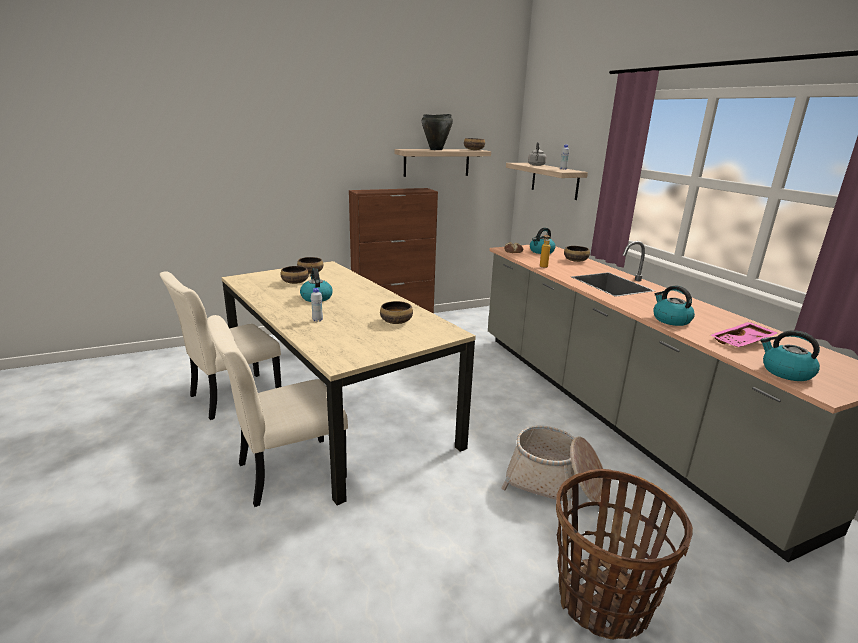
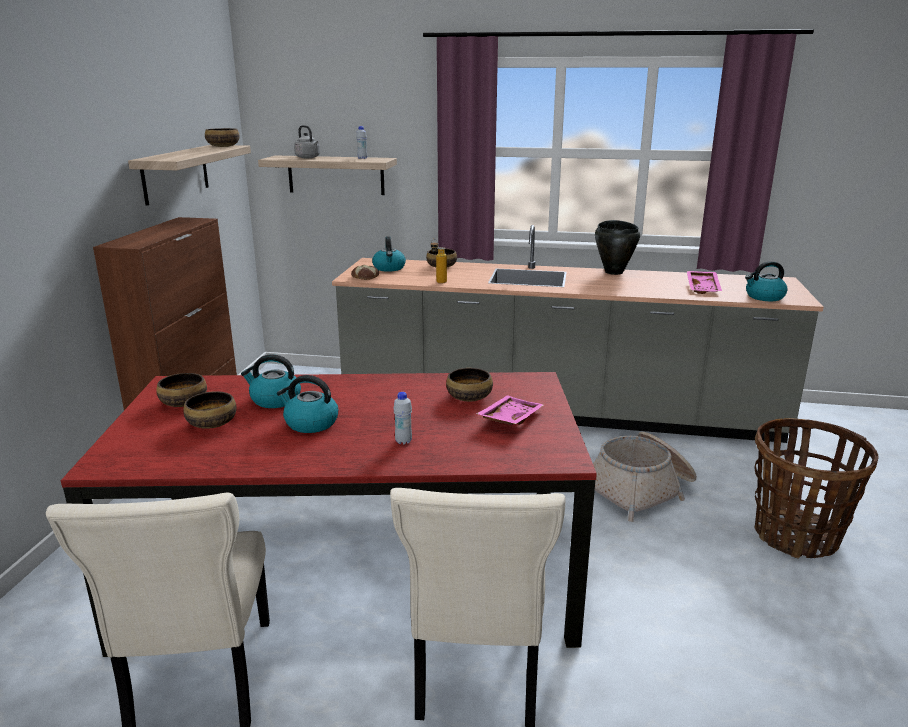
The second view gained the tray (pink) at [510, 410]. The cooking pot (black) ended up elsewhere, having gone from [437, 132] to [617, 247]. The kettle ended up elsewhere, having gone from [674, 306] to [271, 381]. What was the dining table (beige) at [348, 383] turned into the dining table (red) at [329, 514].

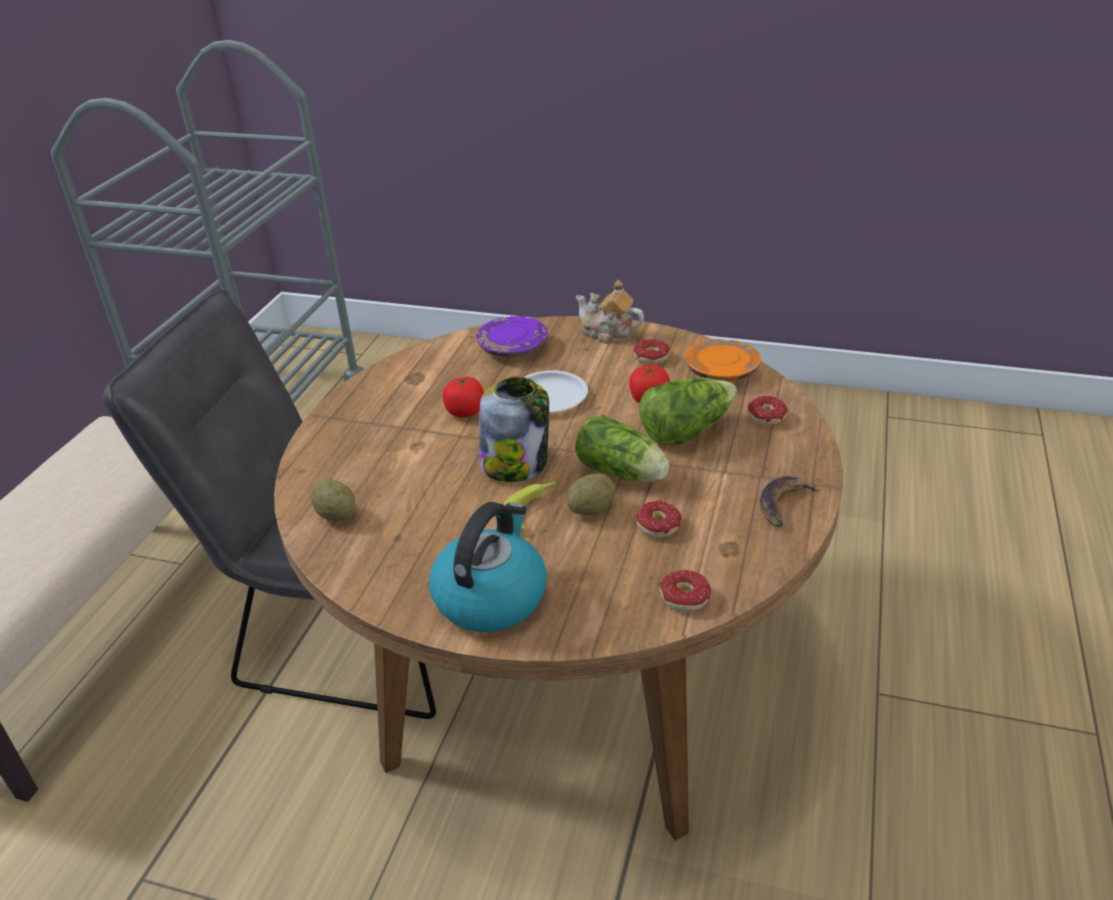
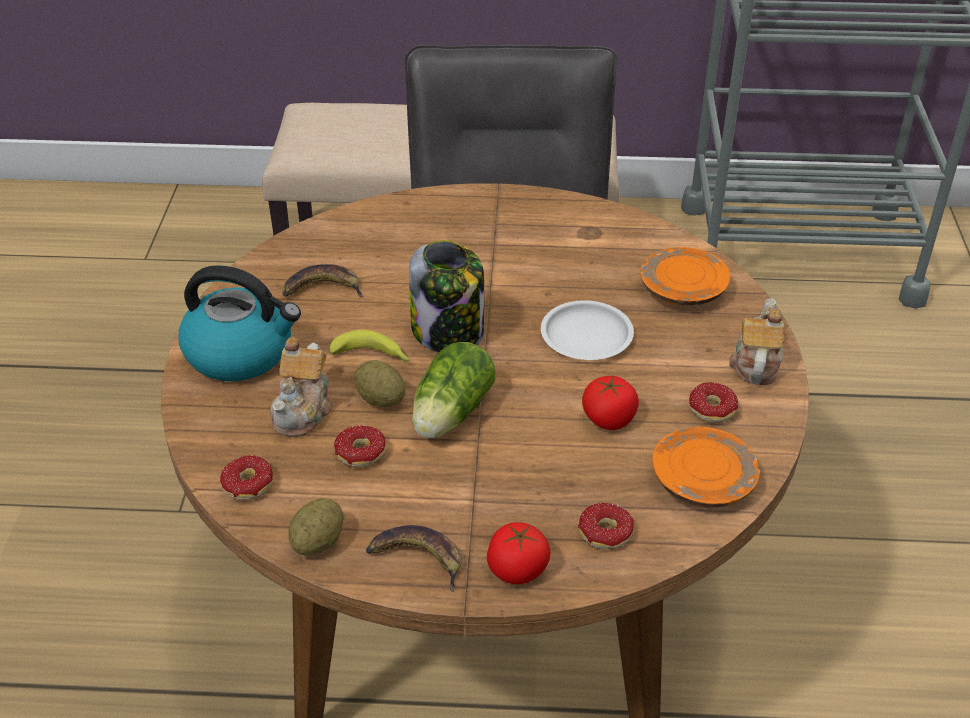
The second view lost the lettuce at [688, 412]. The second view gained the teapot at [301, 387]. The second view gained the banana at [323, 281]. The potato ended up elsewhere, having gone from [333, 500] to [315, 526]. The tomato ended up elsewhere, having gone from [463, 397] to [519, 553]. What was the plate (purple) at [512, 337] turned into the plate (orange) at [685, 276].

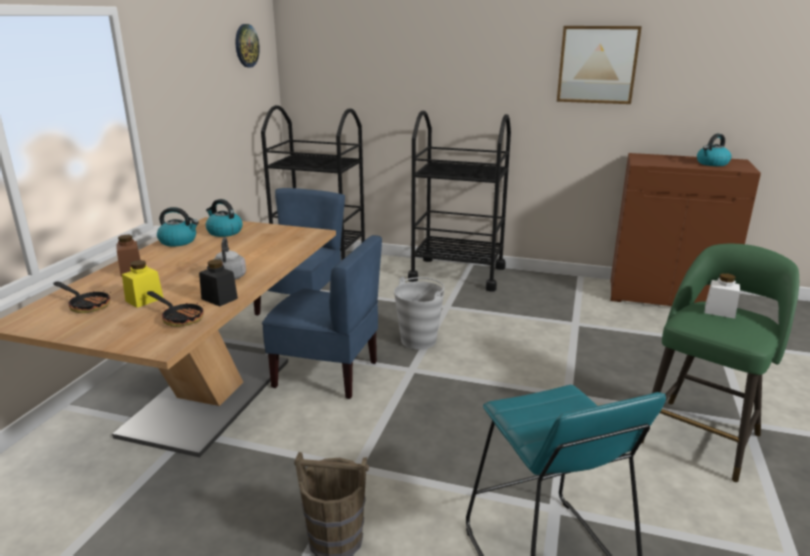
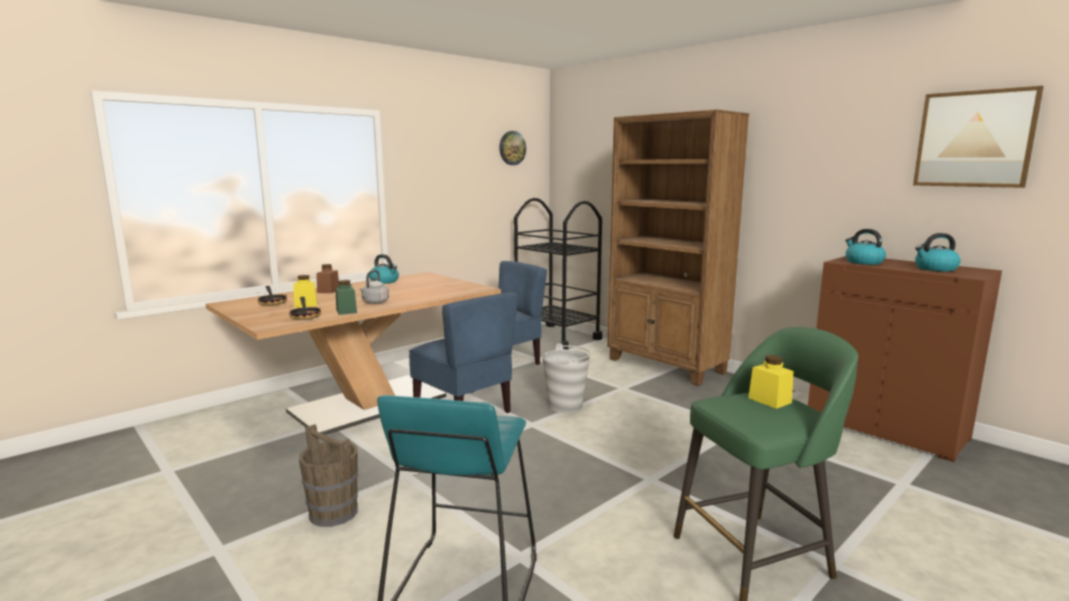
The kettle ended up elsewhere, having gone from [224, 218] to [865, 247]. The picture ended up elsewhere, having gone from [599, 65] to [978, 137]. Where the cart (black) stood at [459, 201], the bookcase (brown) came to stand at [678, 247]. What was the jar (black) at [218, 282] turned into the jar (green) at [346, 297]. What was the jar (white) at [722, 296] turned into the jar (yellow) at [770, 382].

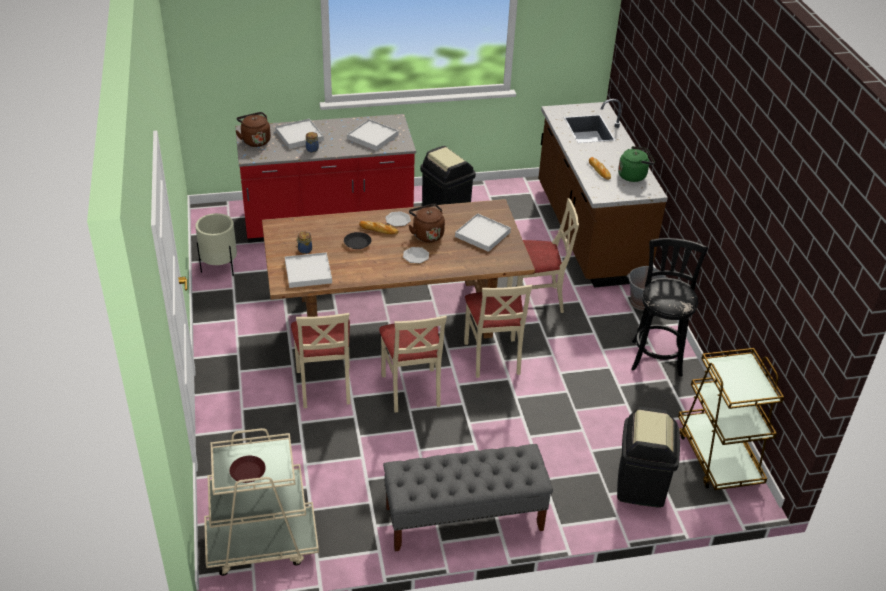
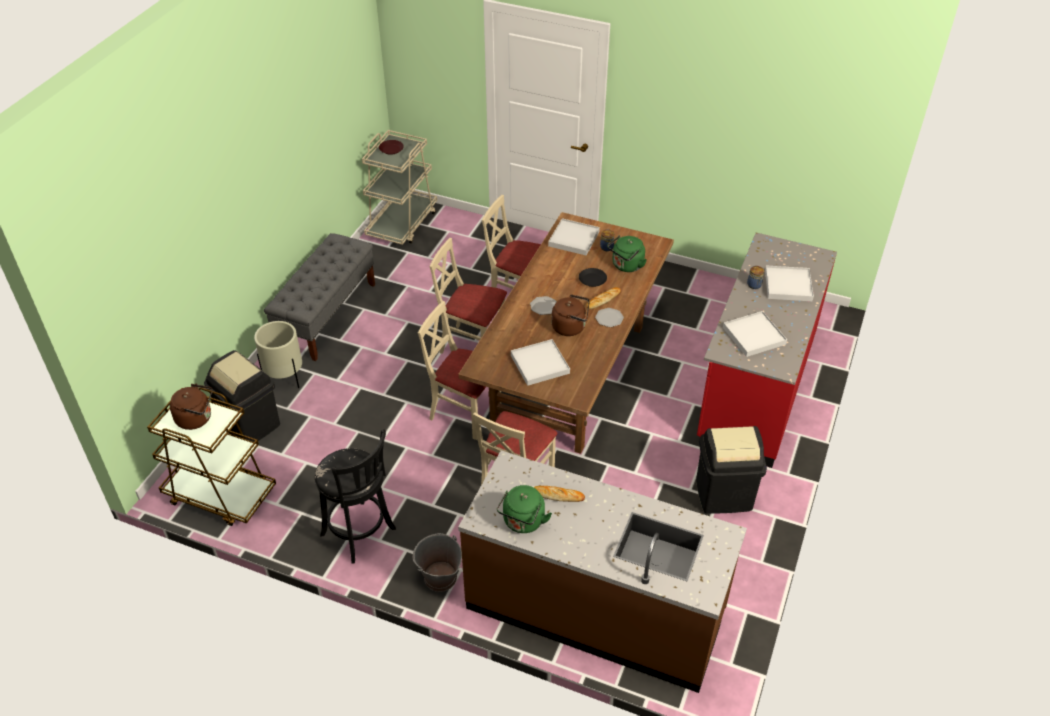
The second view gained the kettle (green) at [627, 253]. The planter (beige) ended up elsewhere, having gone from [216, 244] to [278, 354]. The kettle (brown) ended up elsewhere, having gone from [253, 129] to [191, 407].

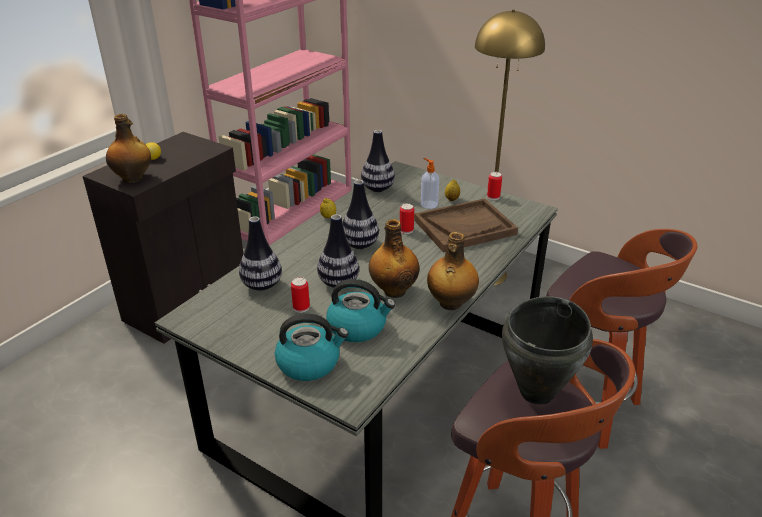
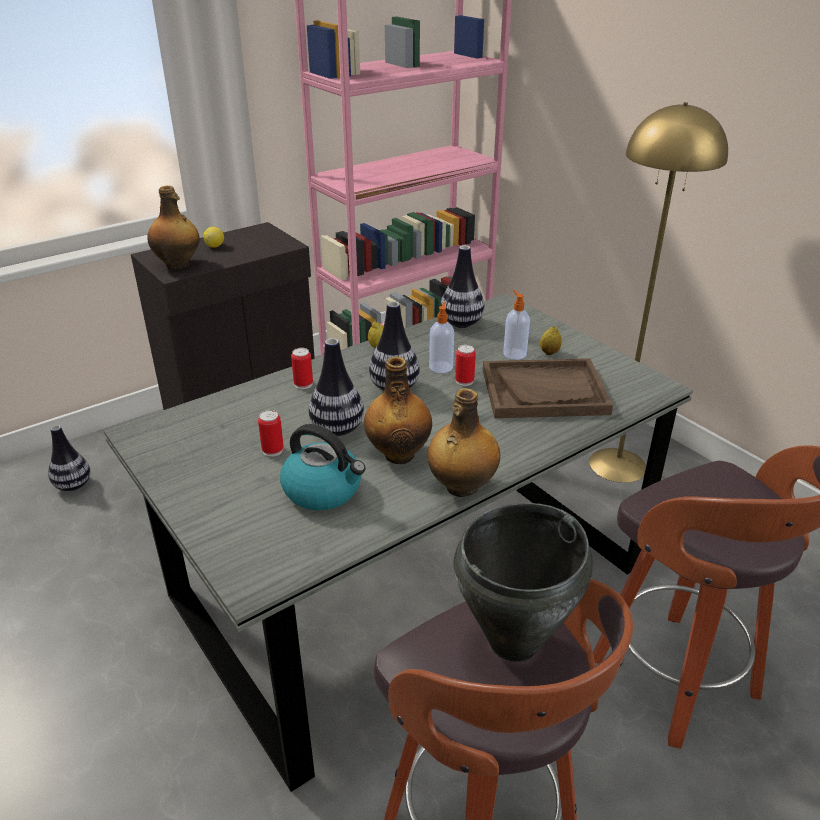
The second view lost the kettle at [312, 347]. The second view gained the soap dispenser at [441, 337]. The vase ended up elsewhere, having gone from [260, 253] to [69, 458]. The can ended up elsewhere, having gone from [494, 186] to [302, 368].

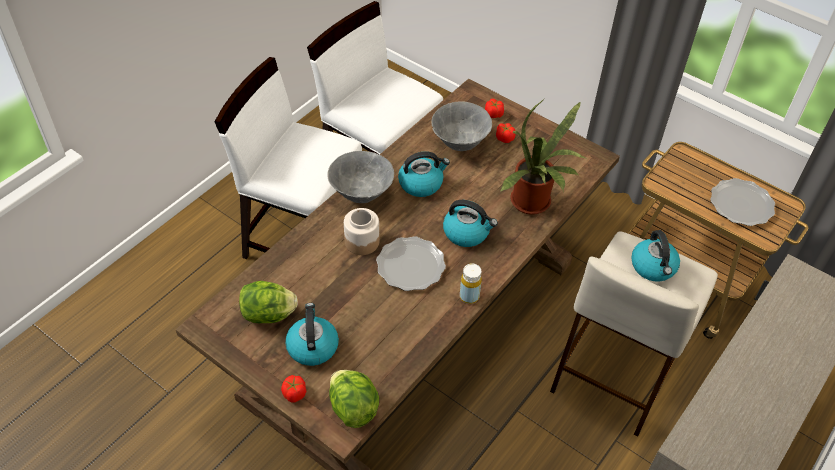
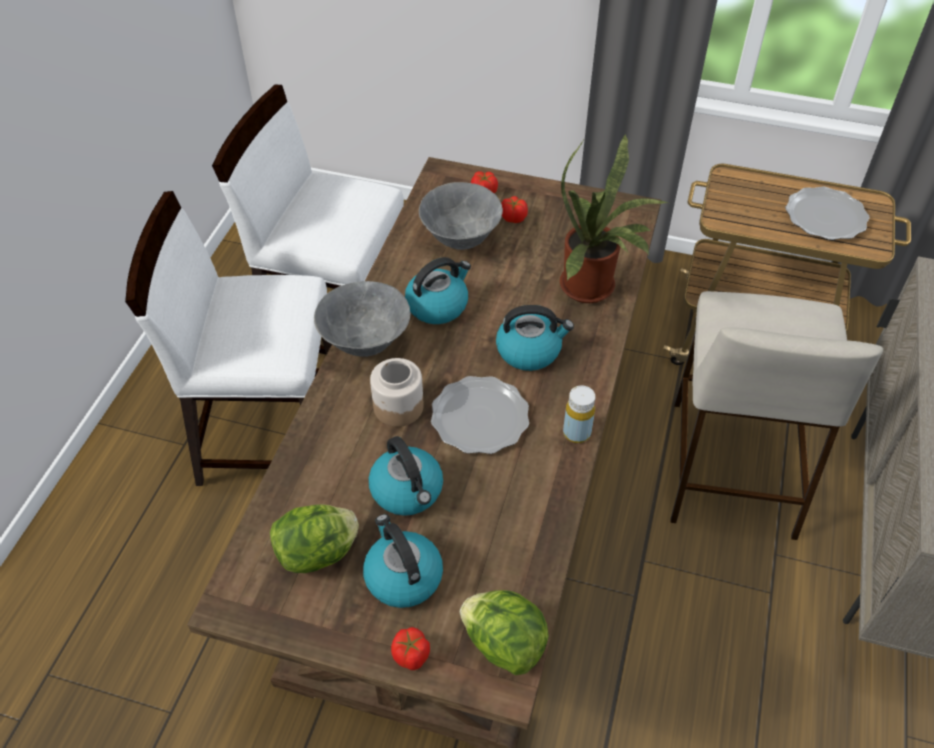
The kettle ended up elsewhere, having gone from [655, 255] to [406, 476].

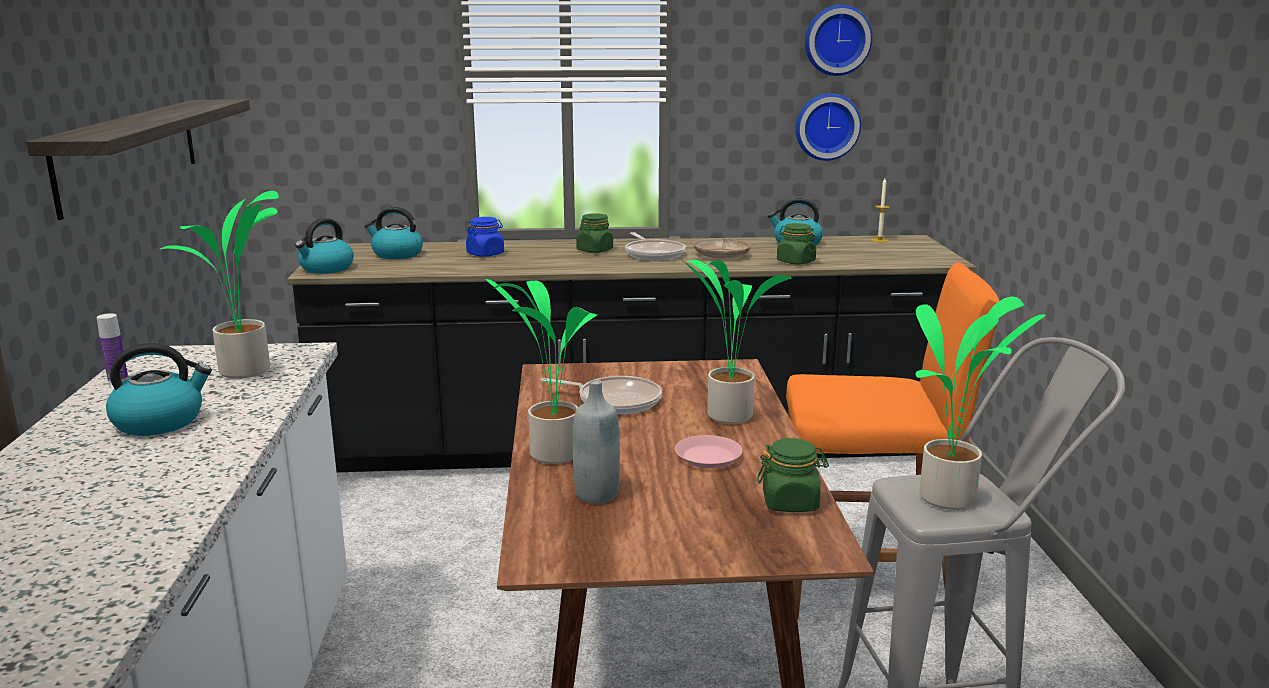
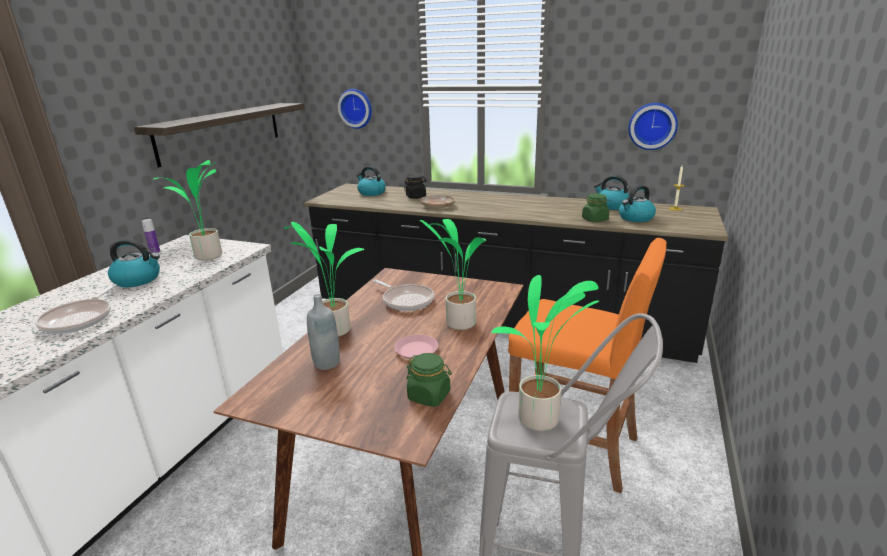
The second view lost the jar (green) at [594, 233]. The kettle ended up elsewhere, having gone from [324, 246] to [637, 203]. The frying pan ended up elsewhere, having gone from [655, 246] to [76, 309]. The plate (beige) ended up elsewhere, having gone from [722, 248] to [437, 201]. The wall clock ended up elsewhere, having gone from [838, 40] to [355, 109]. What was the jar (blue) at [485, 237] turned into the jar (black) at [415, 187].

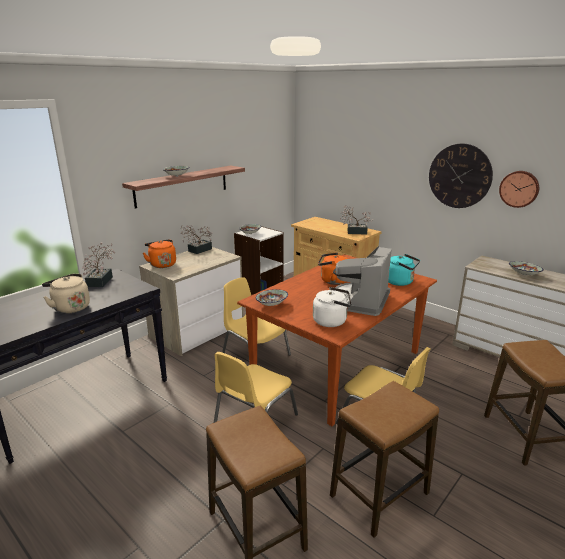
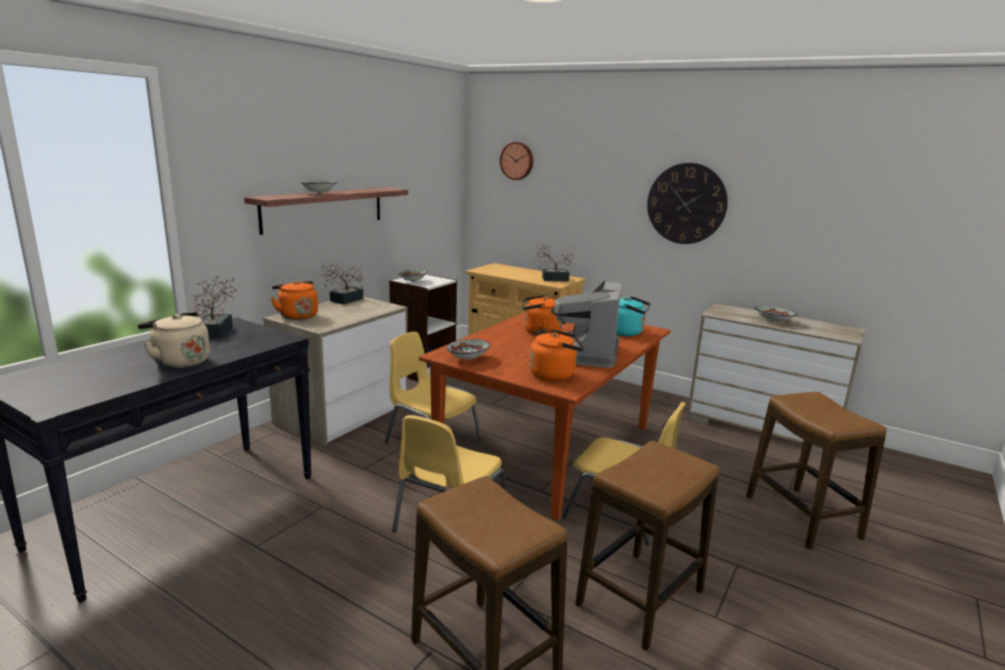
The wall clock ended up elsewhere, having gone from [519, 189] to [516, 161]. What was the kettle (white) at [332, 307] turned into the kettle (orange) at [557, 355].

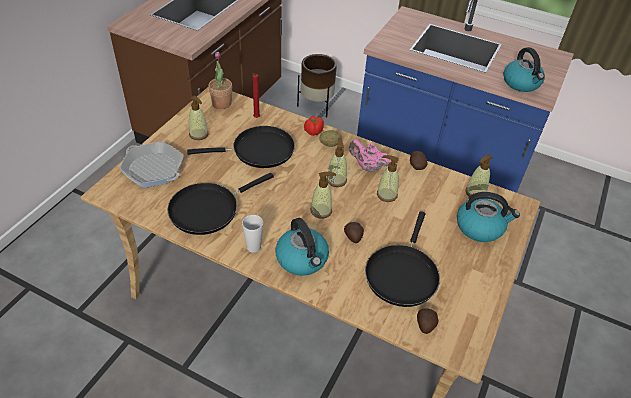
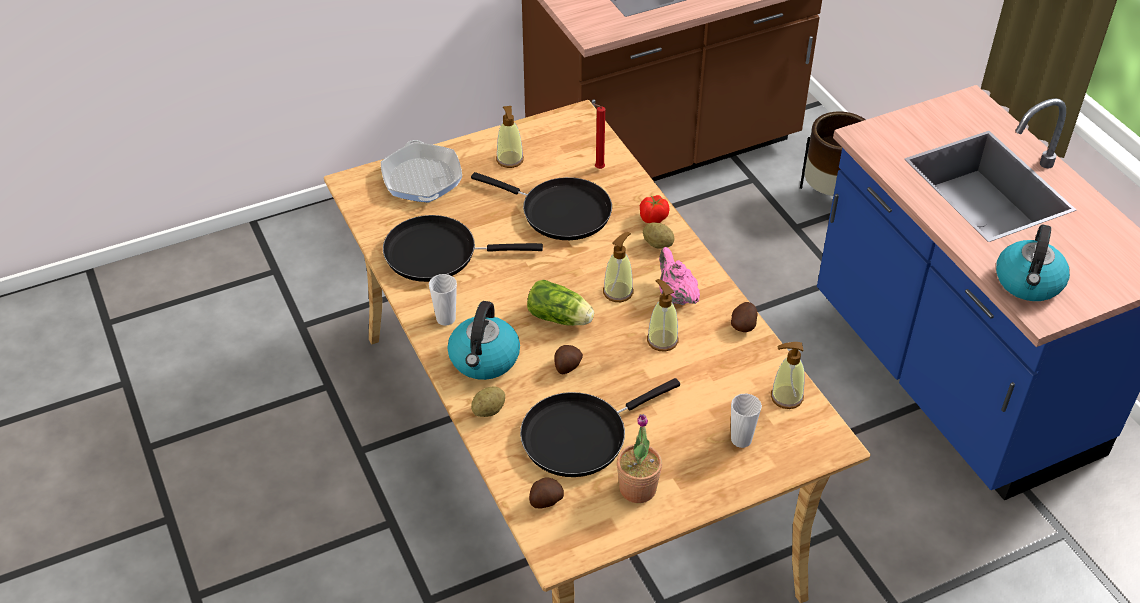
The second view gained the potato at [488, 401]. The potted plant ended up elsewhere, having gone from [220, 80] to [639, 458]. Where the soap dispenser stood at [323, 195], the lettuce came to stand at [560, 303]. Where the kettle stood at [488, 217], the cup came to stand at [746, 420].

